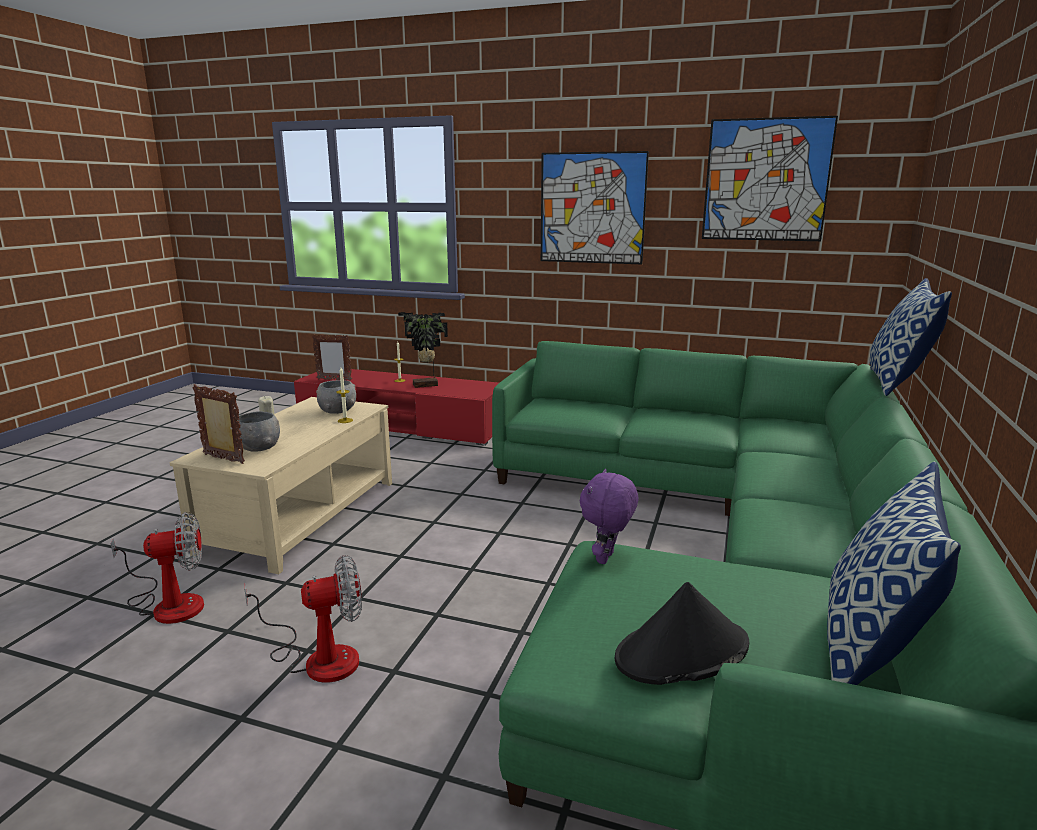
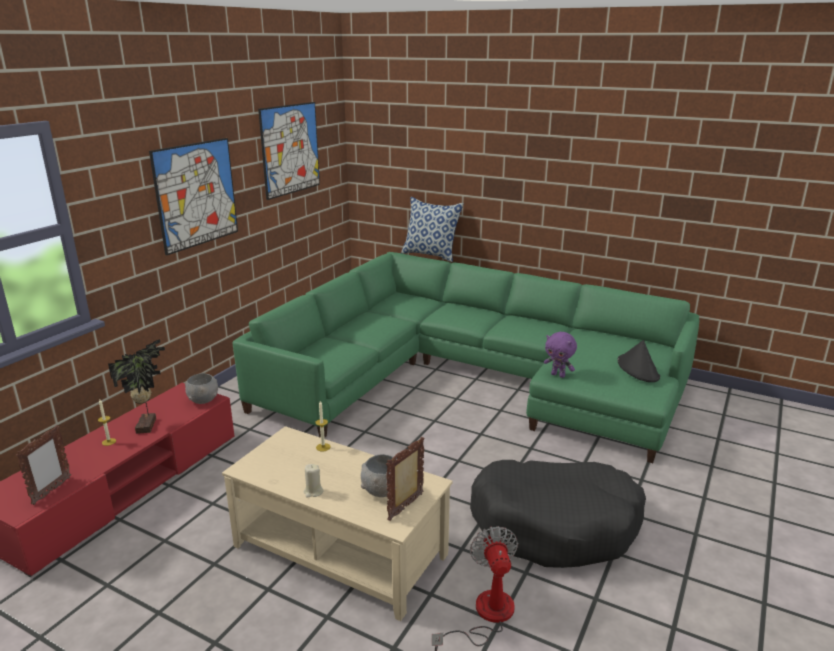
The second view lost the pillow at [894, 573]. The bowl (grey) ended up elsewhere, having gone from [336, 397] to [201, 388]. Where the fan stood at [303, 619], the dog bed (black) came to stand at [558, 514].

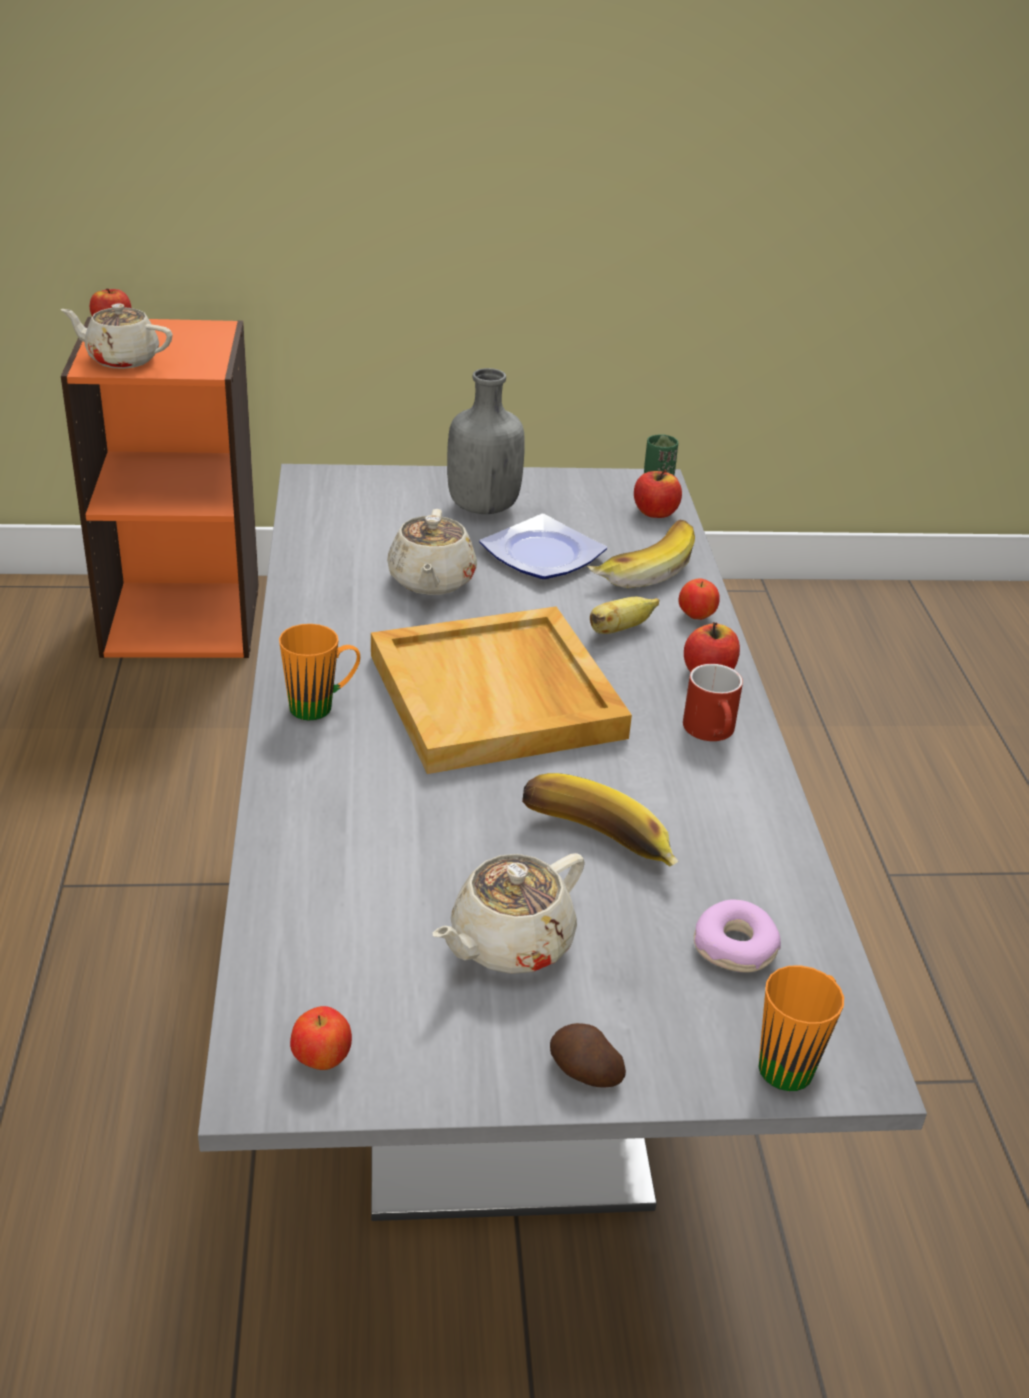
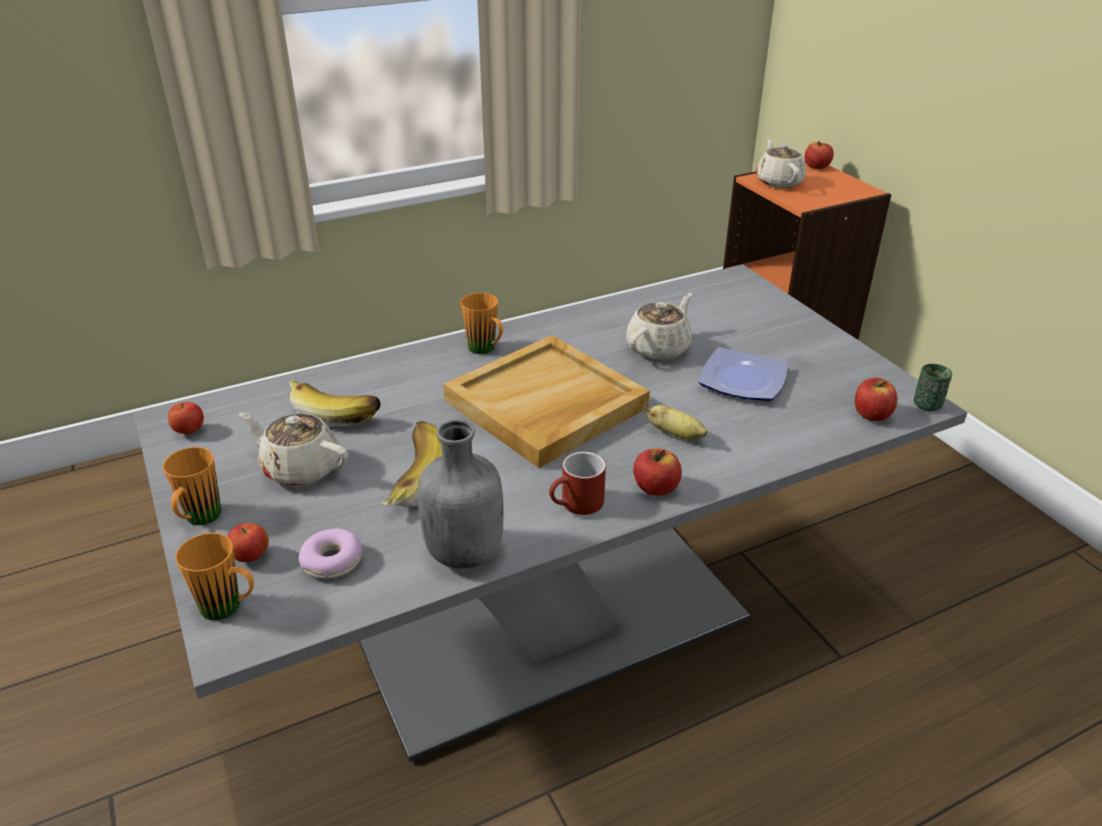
The bottle (grey) ended up elsewhere, having gone from [486, 441] to [461, 494]. The banana ended up elsewhere, having gone from [641, 553] to [335, 402]. The apple ended up elsewhere, having gone from [699, 599] to [248, 542]. Where the potato stood at [588, 1055], the mug (orange) came to stand at [192, 486]. The teapot (beige) at [432, 552] ended up facing another way, 150 degrees clockwise from before.

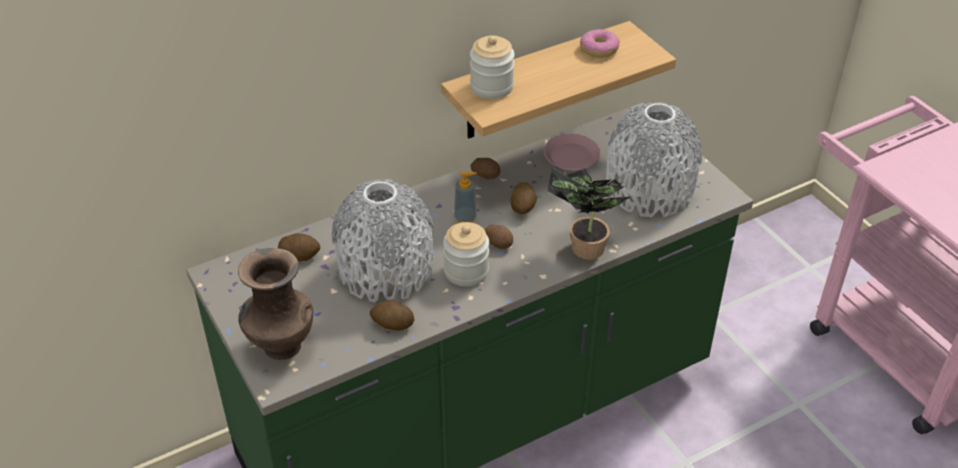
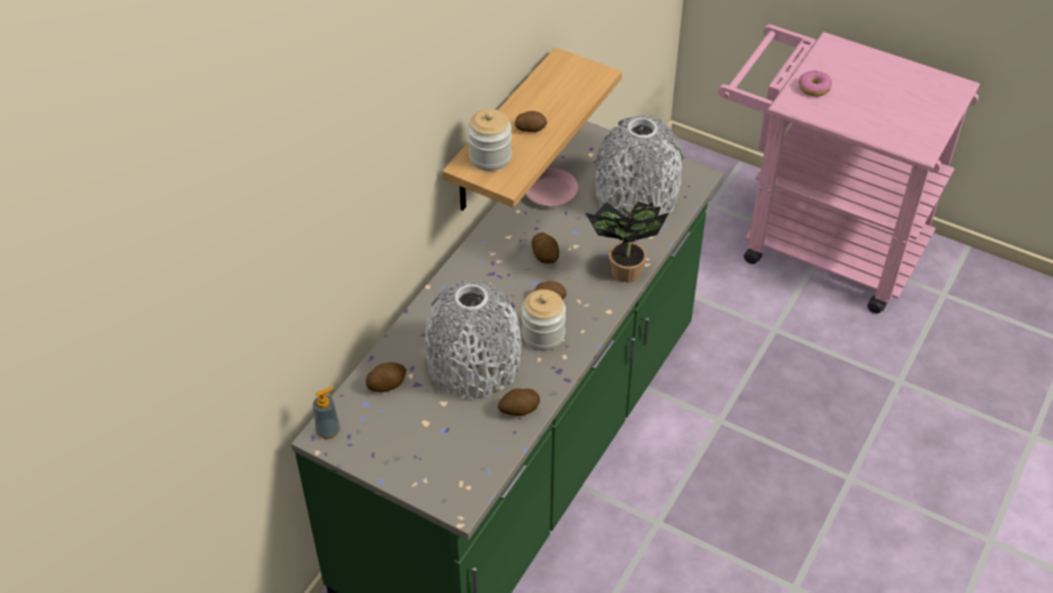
The second view lost the vase (brown) at [275, 304]. The soap dispenser ended up elsewhere, having gone from [465, 197] to [326, 413]. The potato ended up elsewhere, having gone from [485, 168] to [531, 121]. The donut ended up elsewhere, having gone from [600, 43] to [815, 83].

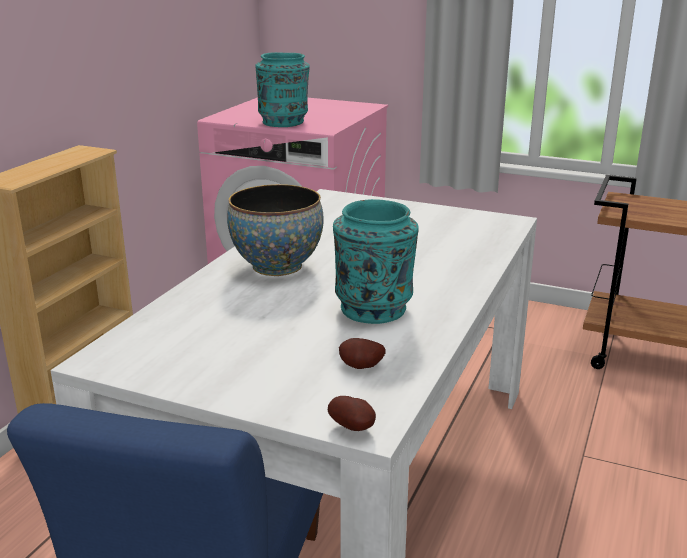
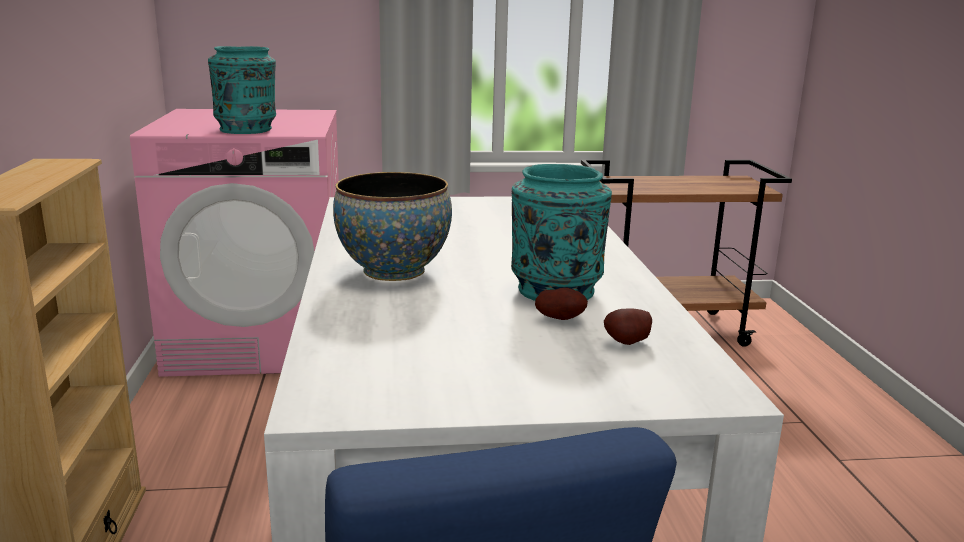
The potato ended up elsewhere, having gone from [352, 413] to [561, 304].

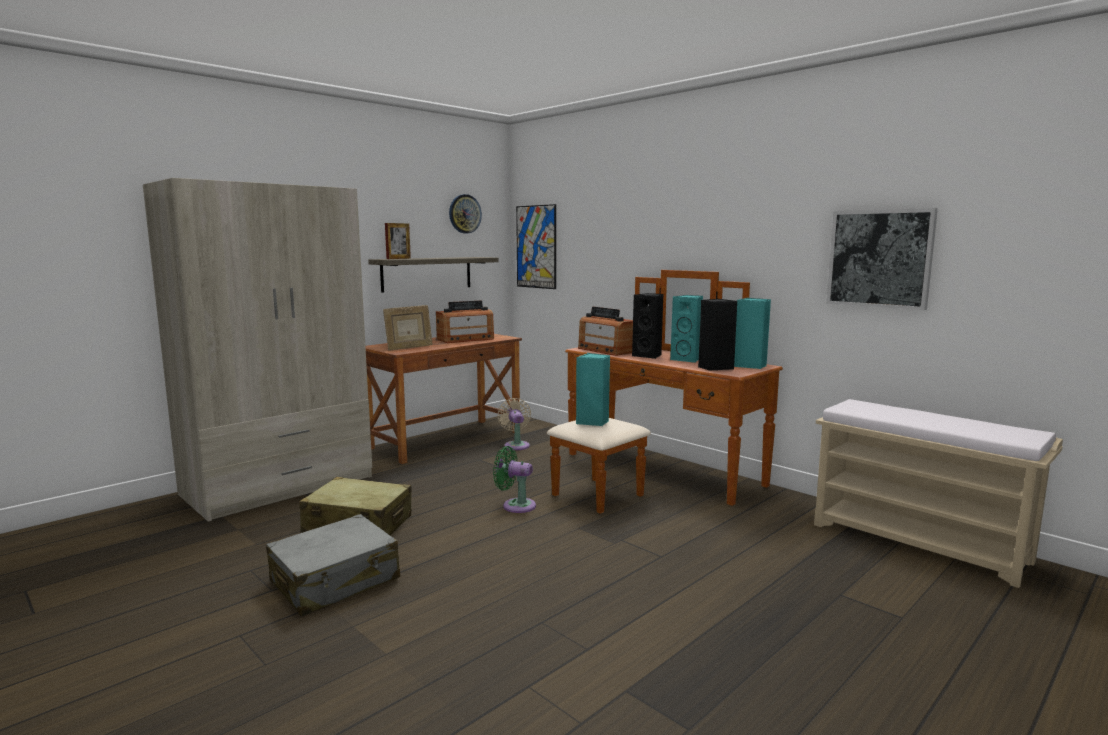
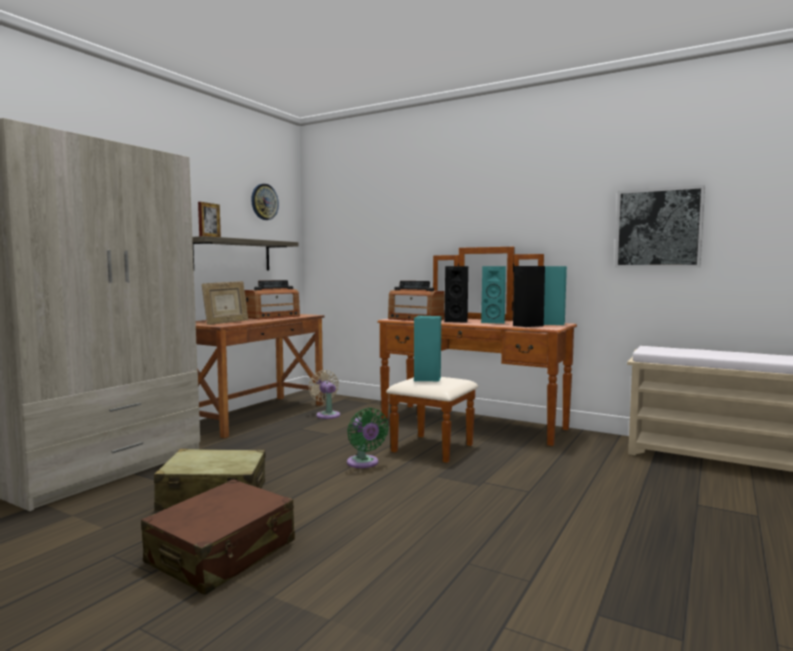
The second view lost the picture at [536, 246]. What was the suitcase (grey) at [333, 565] turned into the suitcase (brown) at [218, 537]. The fan (green) at [514, 479] ended up facing another way, 120 degrees counterclockwise from before.

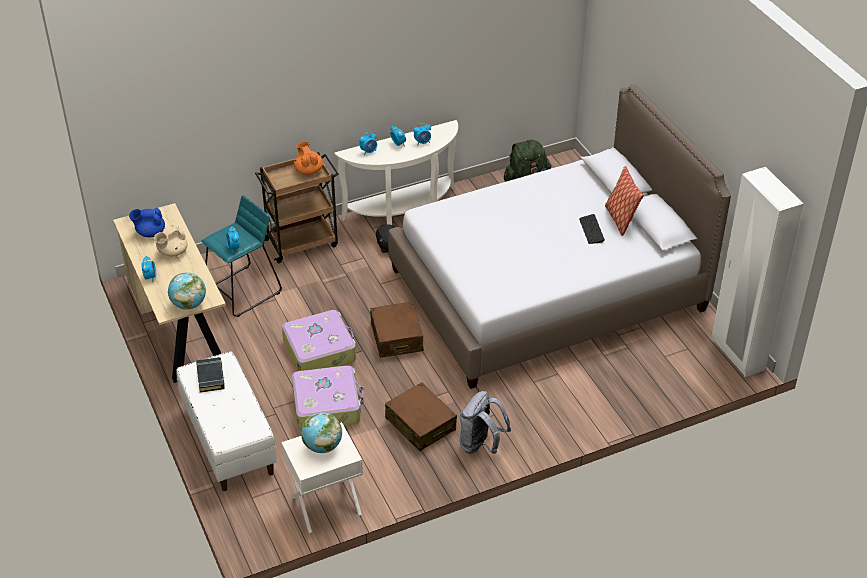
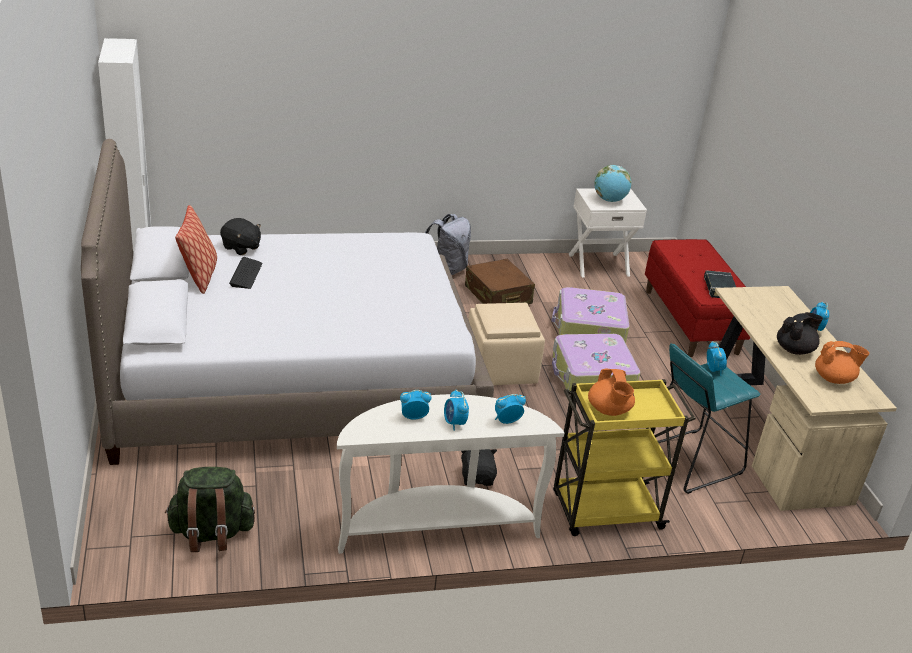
The second view lost the globe at [187, 291]. The second view gained the plush toy (black) at [240, 236]. Where the suitcase (brown) stood at [397, 329], the ottoman (beige) came to stand at [506, 344]. What was the teapot (blue) at [147, 222] turned into the teapot (orange) at [842, 362]. What was the teapot (beige) at [171, 241] turned into the teapot (black) at [800, 333]. What was the bench (white) at [226, 421] turned into the bench (red) at [697, 298]. What was the cart (brown) at [296, 207] turned into the cart (yellow) at [624, 457].

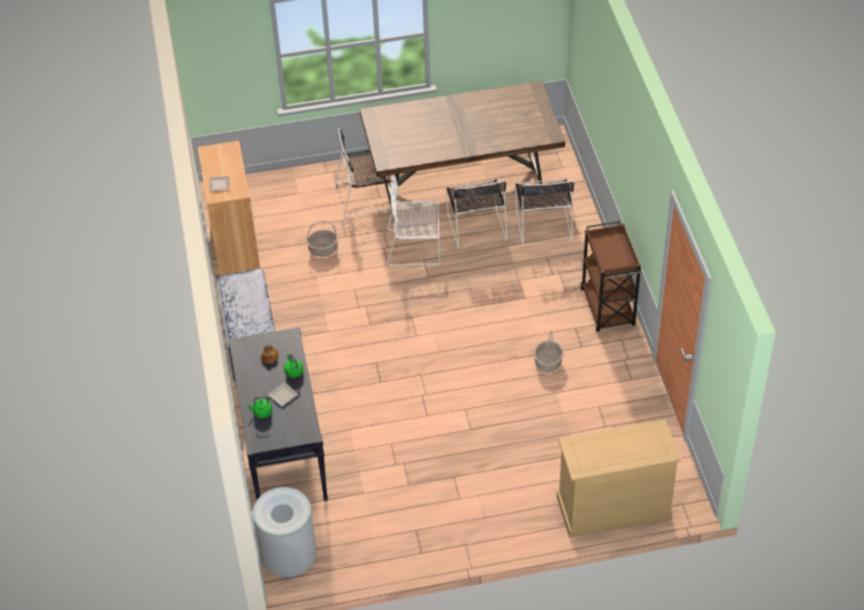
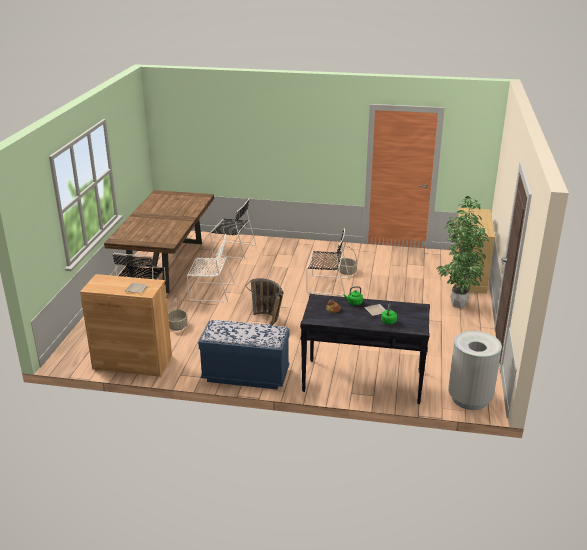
The second view lost the cart (brown) at [611, 276]. The second view gained the basket at [264, 301]. The second view gained the potted plant at [462, 252]. The chair (black) ended up elsewhere, having gone from [476, 214] to [327, 262]. The chair (white) at [413, 220] ended up facing another way, 105 degrees counterclockwise from before.

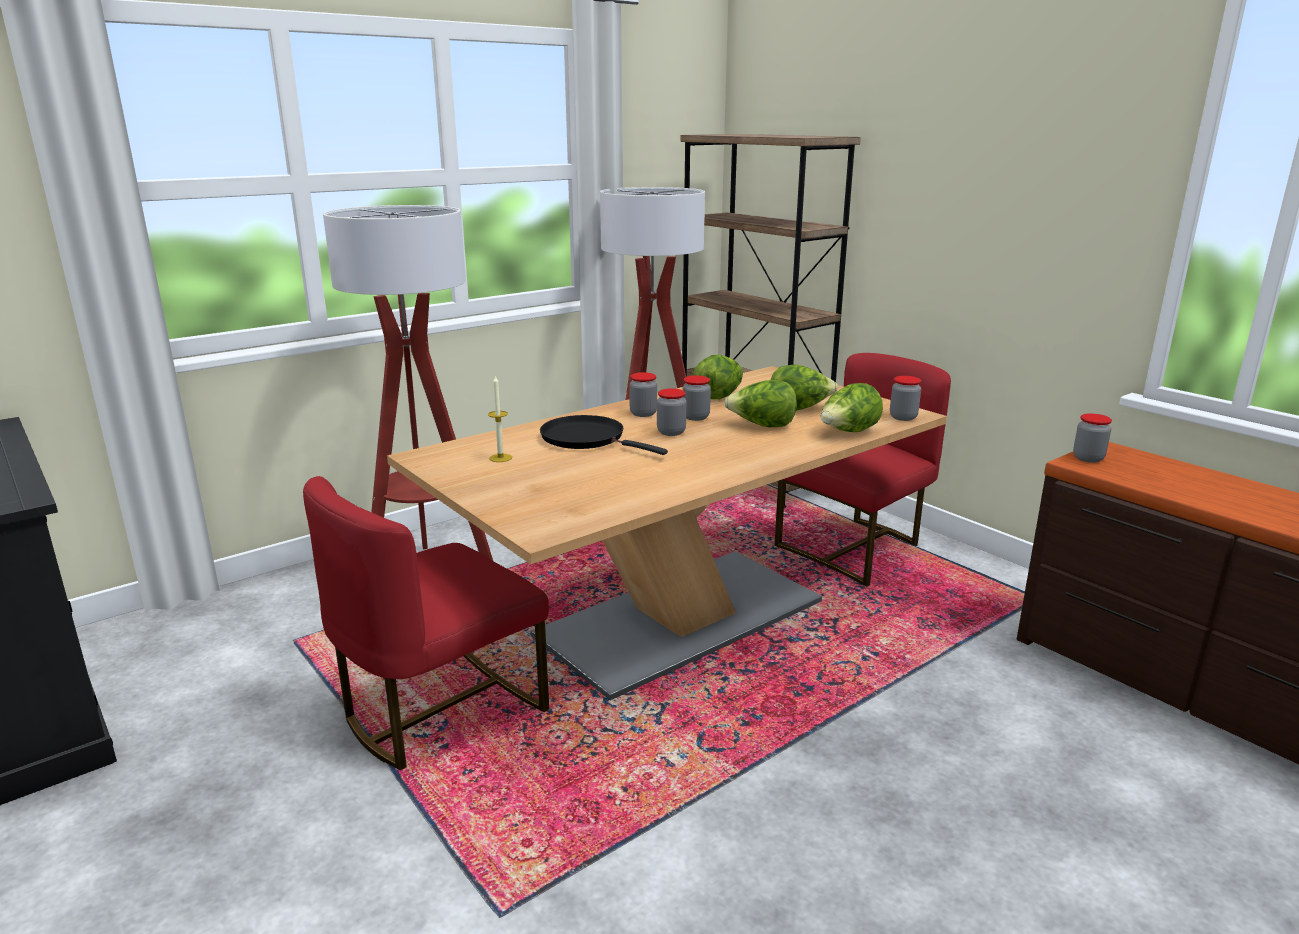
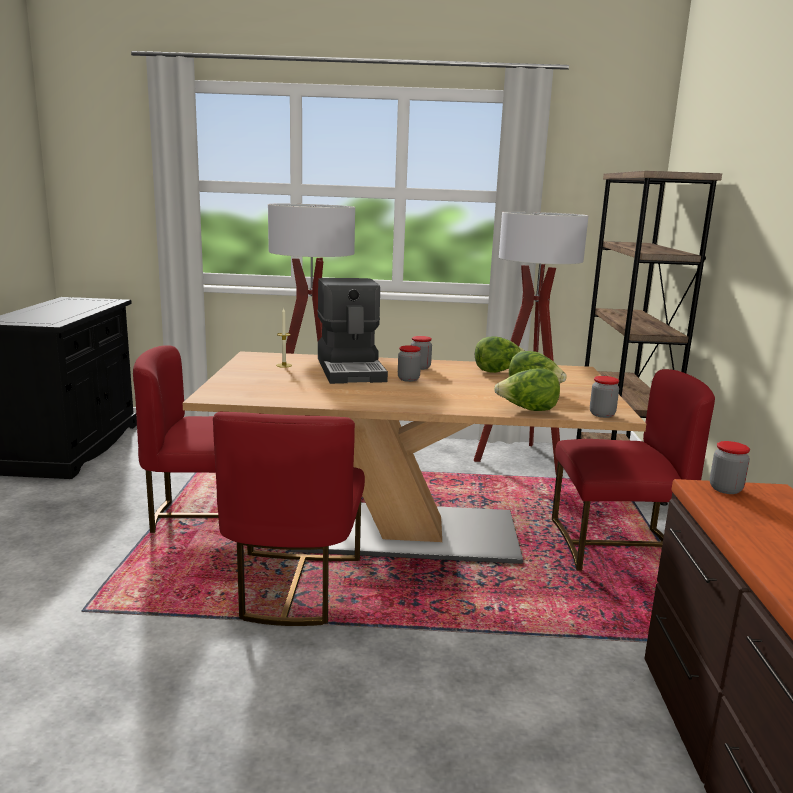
The second view lost the jar at [696, 398]. The second view lost the lettuce at [760, 403]. The second view gained the chair (red) at [289, 519]. Where the frying pan (black) stood at [604, 435], the coffee machine came to stand at [352, 331].

